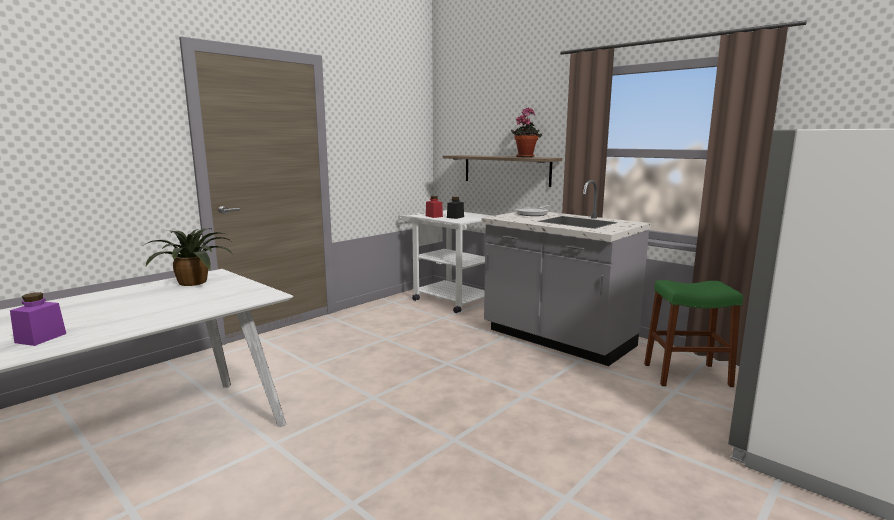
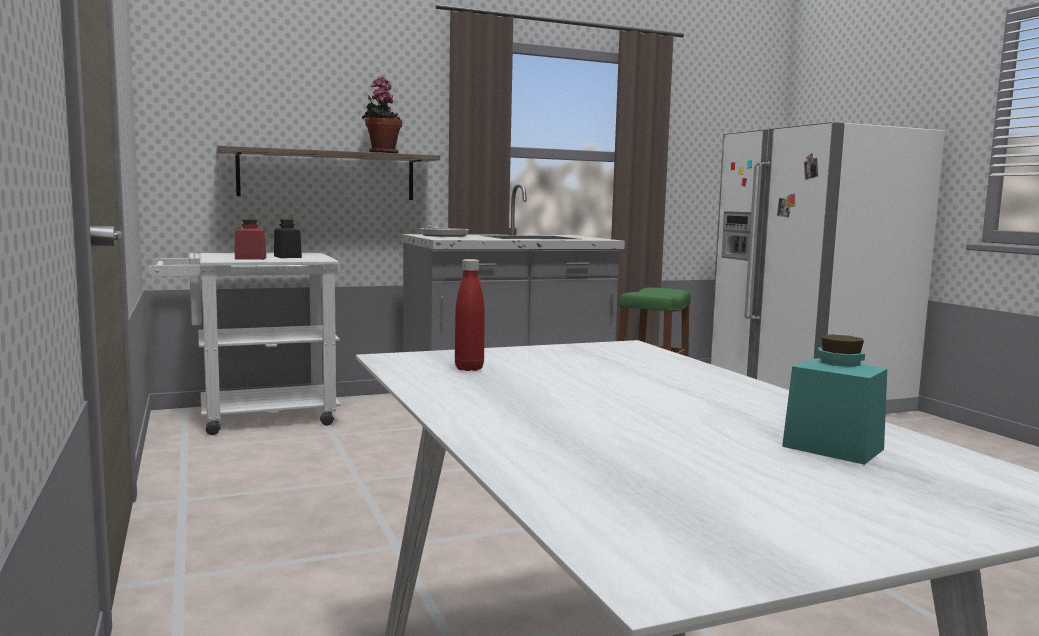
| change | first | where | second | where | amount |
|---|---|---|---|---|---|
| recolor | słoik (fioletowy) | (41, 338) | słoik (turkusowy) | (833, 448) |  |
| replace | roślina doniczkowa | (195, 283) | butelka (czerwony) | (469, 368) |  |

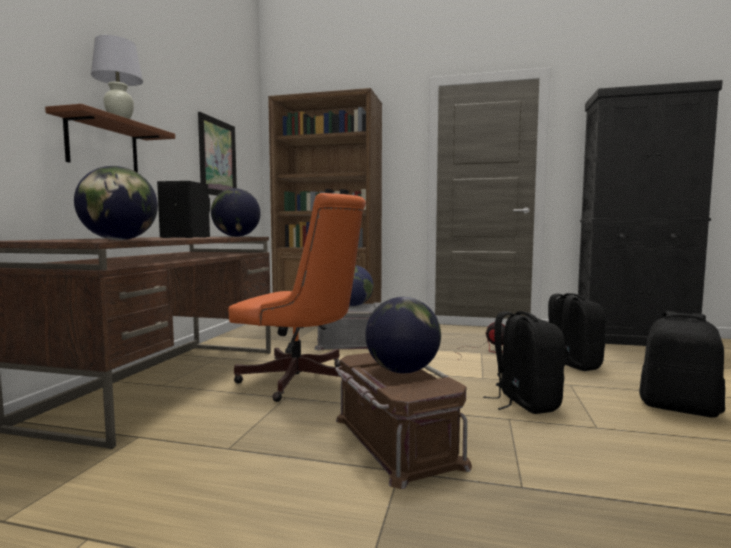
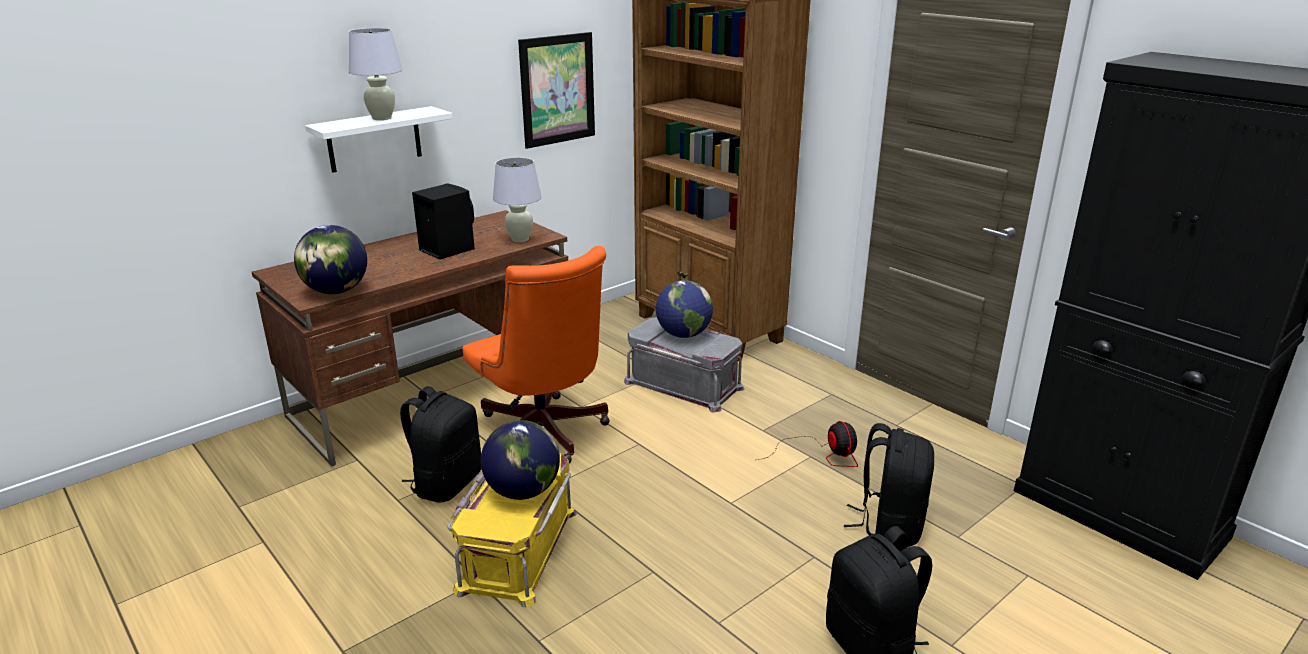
| change | first | where | second | where | amount |
|---|---|---|---|---|---|
| recolor | półka (brązowy) | (103, 145) | półka (biały) | (374, 139) |  |
| replace | globus | (236, 236) | lampa stołowa (biały) | (520, 239) |  |
| recolor | pojemnik do przechowywania (brązowy) | (394, 441) | pojemnik do przechowywania (żółty) | (516, 549) |  |
| move | plecak (czarny) | (524, 403) |  | (446, 483) |  |

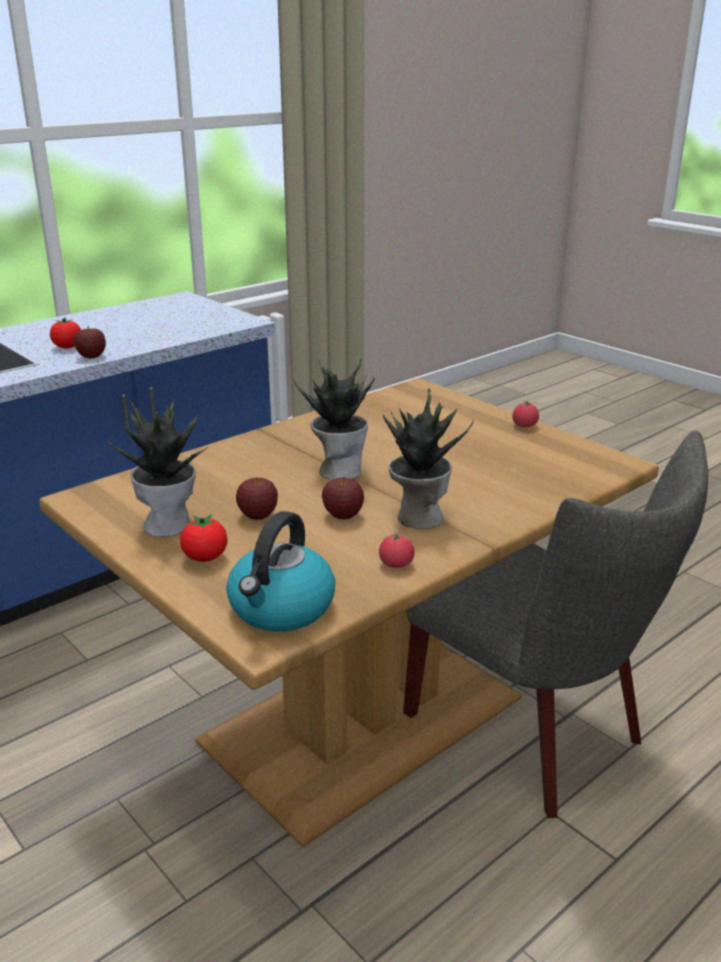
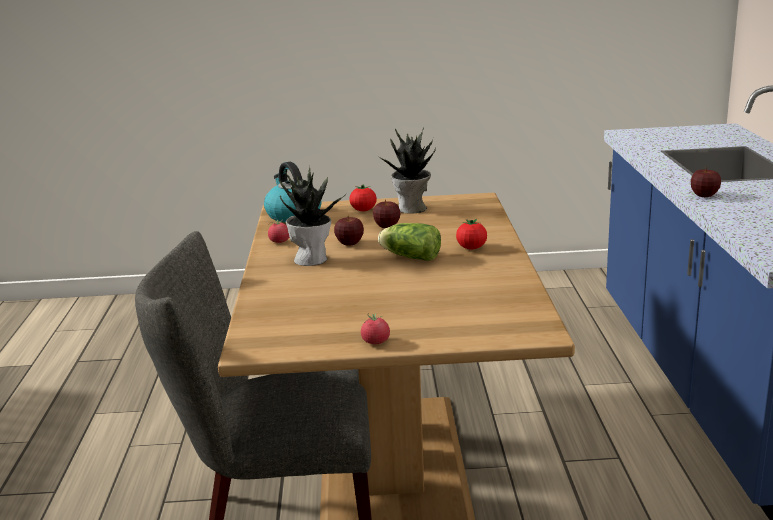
| change | first | where | second | where | amount |
|---|---|---|---|---|---|
| move | pomidor | (67, 347) |  | (471, 248) |  |
| replace | roślina doniczkowa | (339, 470) | sałata | (409, 256) |  |

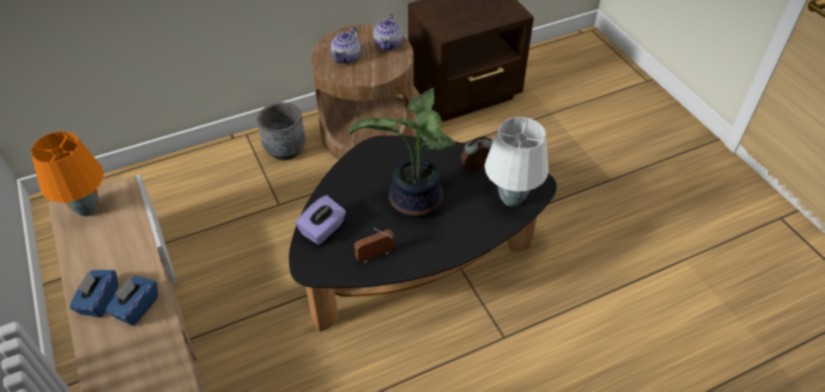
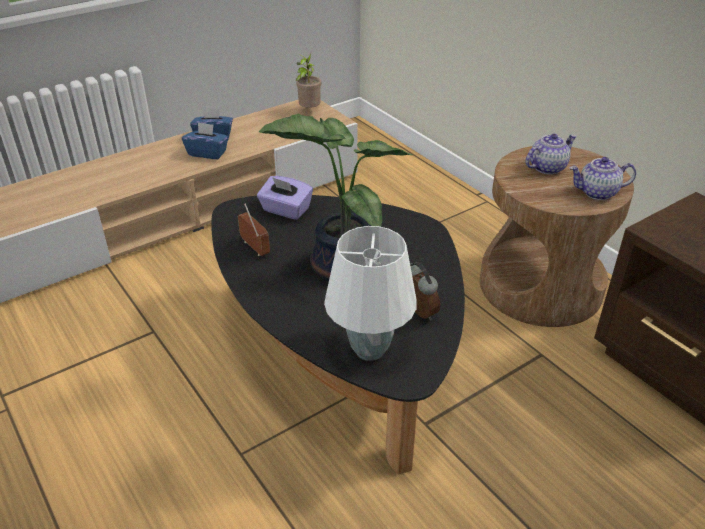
| change | first | where | second | where | amount |
|---|---|---|---|---|---|
| replace | lampa stołowa (pomarańczowy) | (86, 209) | roślina doniczkowa | (309, 110) |  |
| delete | donica (szary) | (285, 150) |  |  |  |
| rotate | imbryk | (346, 58) |  | (547, 167) | 135 degrees clockwise |

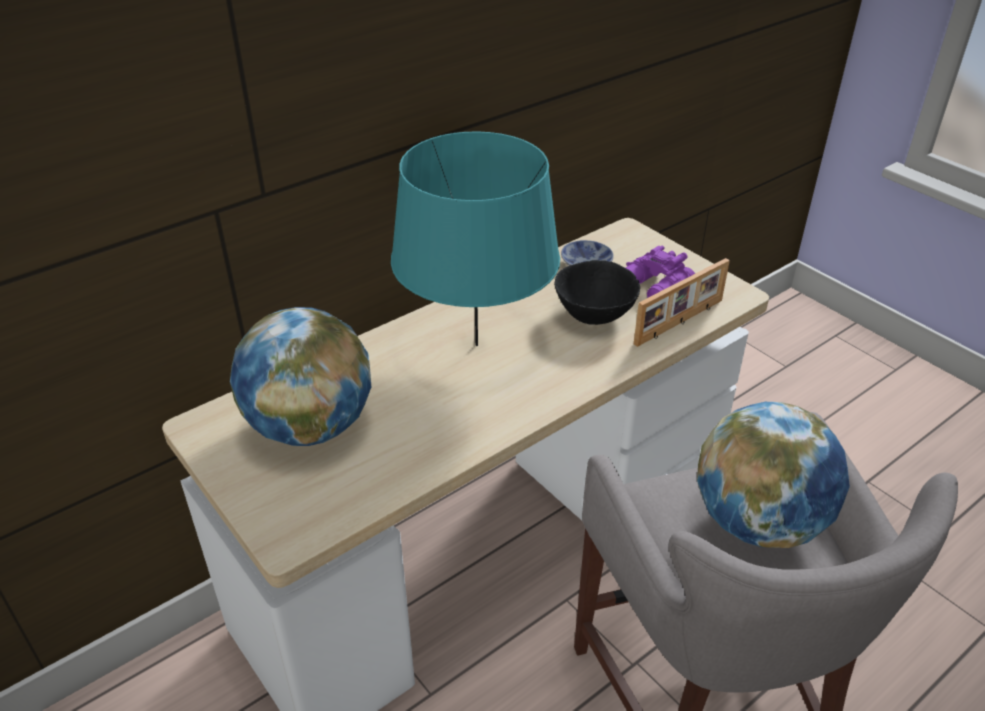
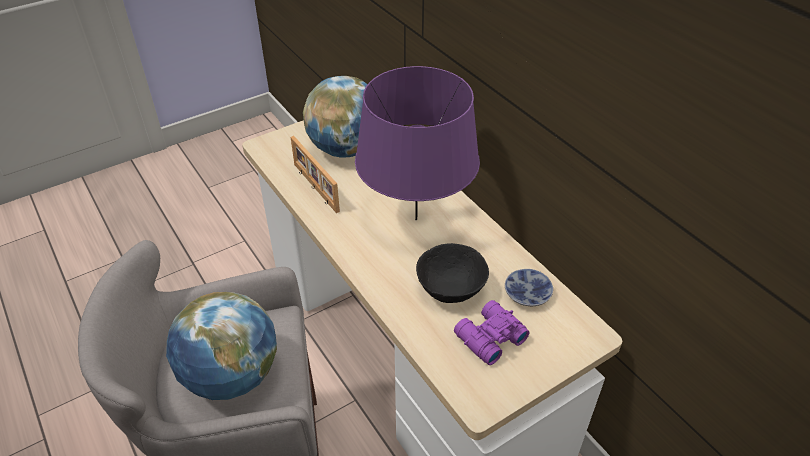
| change | first | where | second | where | amount |
|---|---|---|---|---|---|
| recolor | lampa stołowa (turkusowy) | (475, 345) | lampa stołowa (fioletowy) | (416, 219) |  |
| move | ramka na zdjęcie | (680, 322) |  | (314, 188) |  |

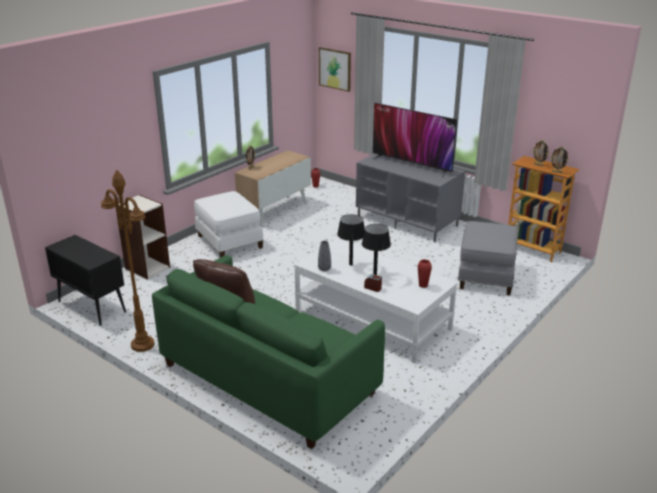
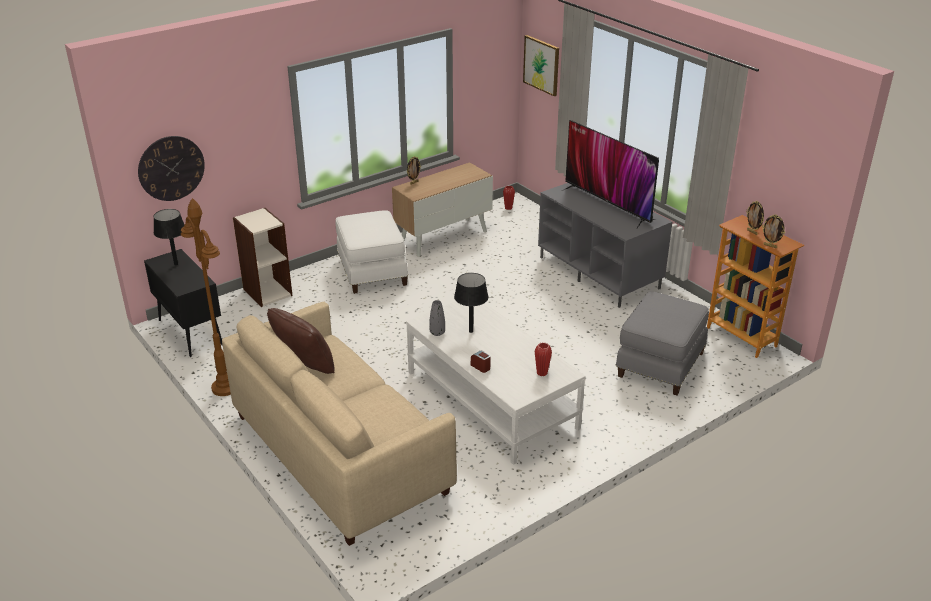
| change | first | where | second | where | amount |
|---|---|---|---|---|---|
| recolor | kanapa (zielony) | (267, 379) | kanapa (beżowy) | (339, 453) |  |
| move | lampa stołowa (czarny) | (375, 275) |  | (176, 264) |  |
| insert |  |  | zegar ścienny | (171, 168) |  |

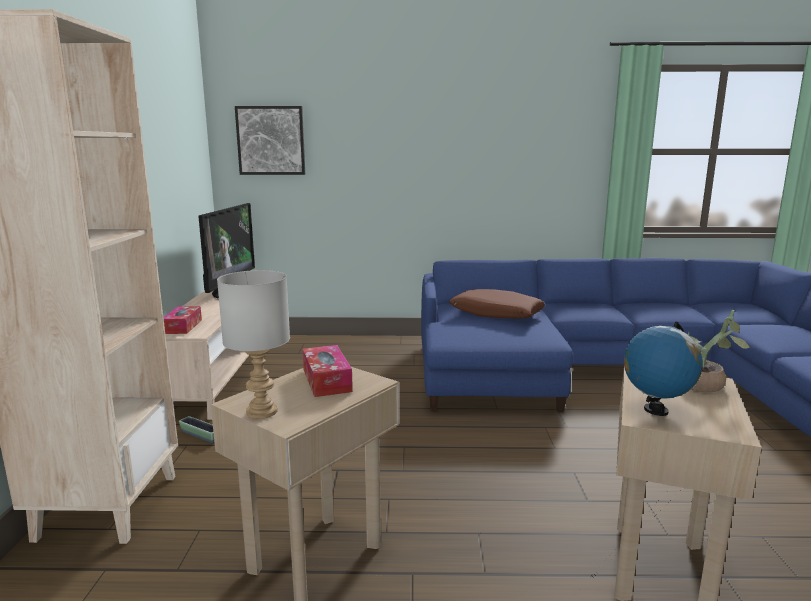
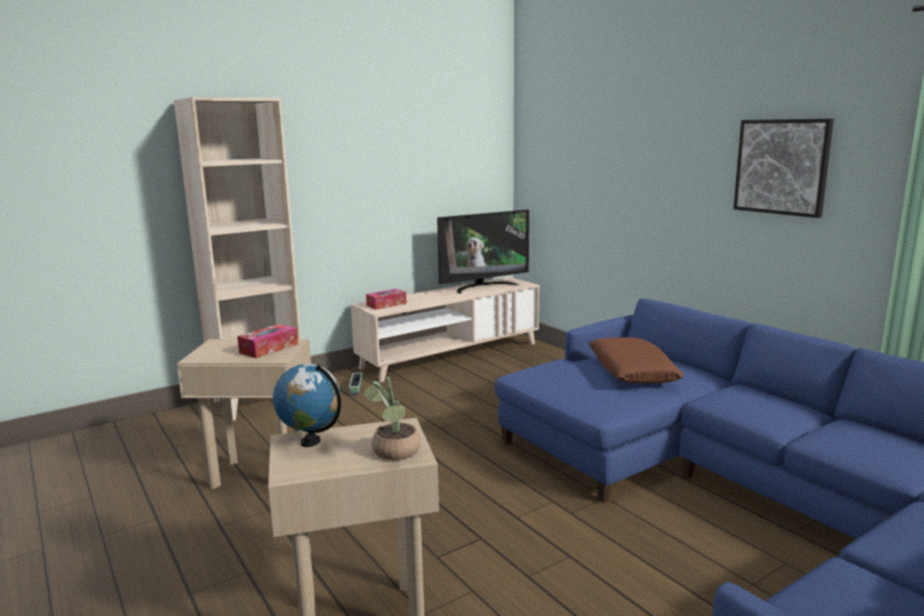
| change | first | where | second | where | amount |
|---|---|---|---|---|---|
| delete | lampa stołowa (szary) | (261, 412) |  |  |  |
| move | obraz | (271, 140) |  | (782, 167) |  |

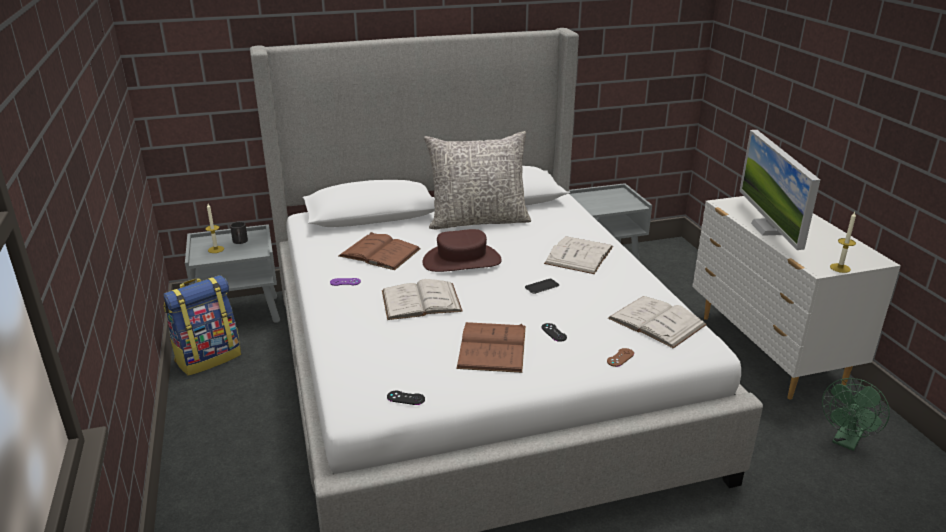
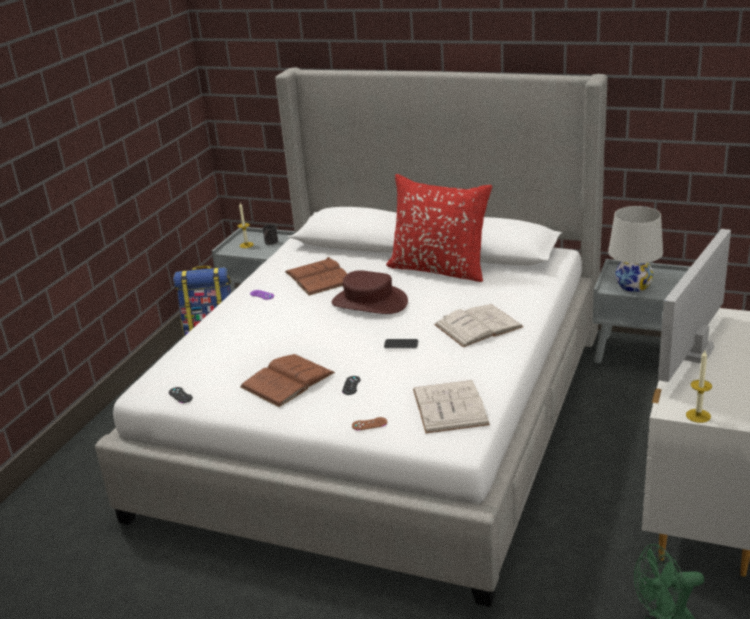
| change | first | where | second | where | amount |
|---|---|---|---|---|---|
| delete | książka (biały) | (421, 301) |  |  |  |
| recolor | poduszka (szary) | (478, 220) | poduszka (czerwony) | (439, 269) |  |
| insert |  |  | lampa stołowa (biały) | (633, 285) |  |

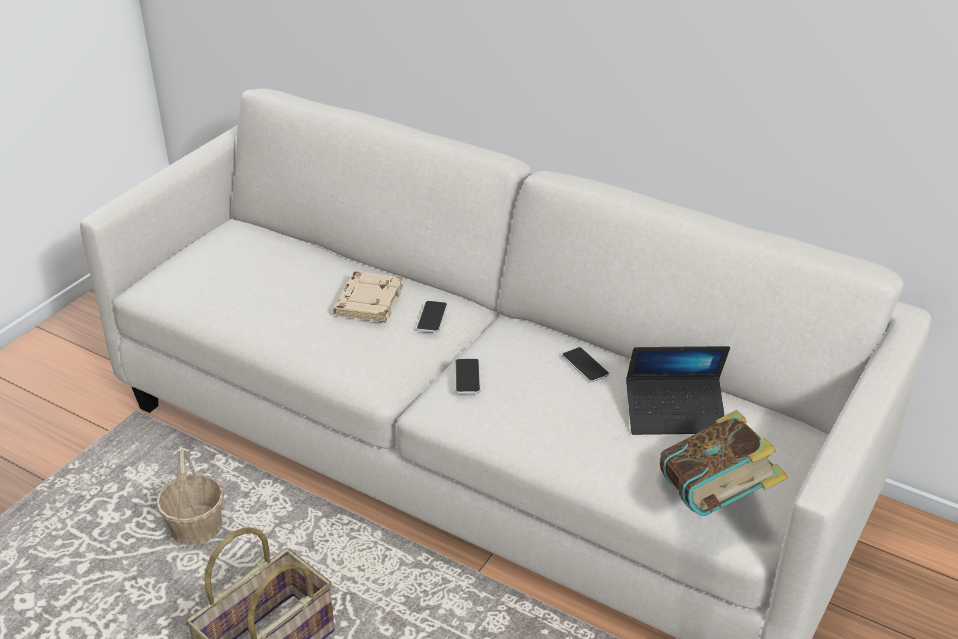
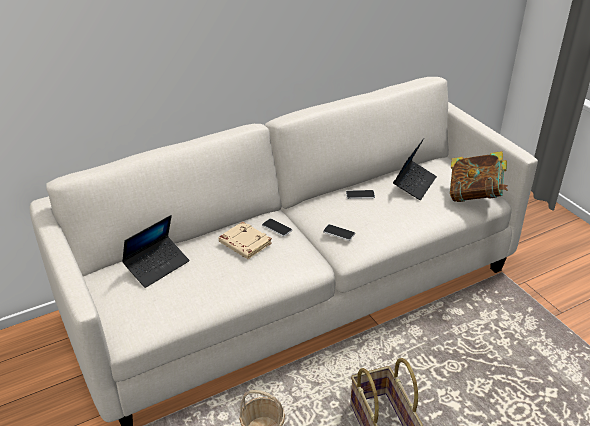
| change | first | where | second | where | amount |
|---|---|---|---|---|---|
| insert |  |  | laptop | (157, 266) |  |

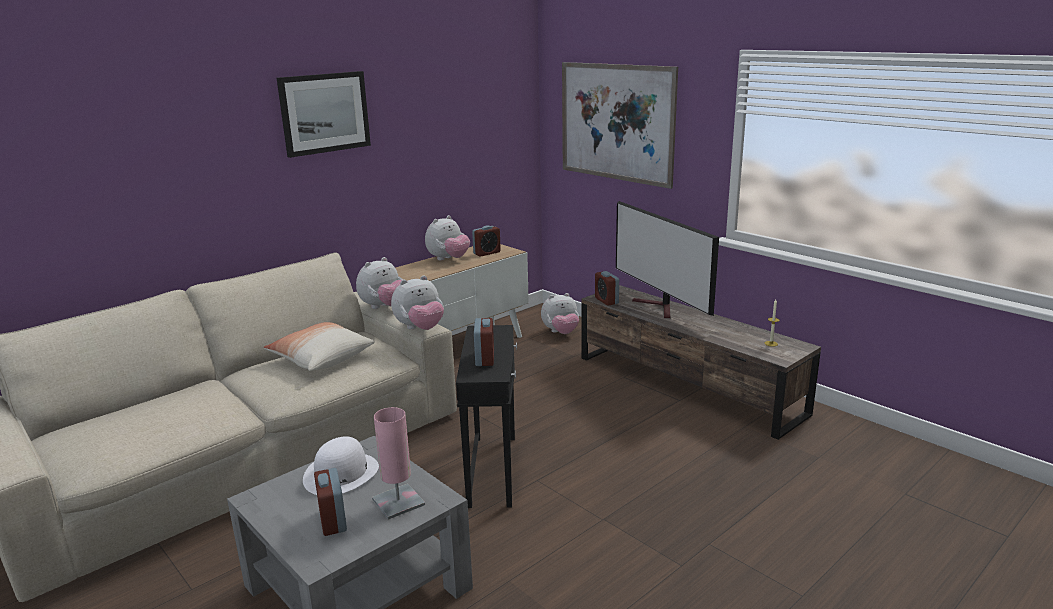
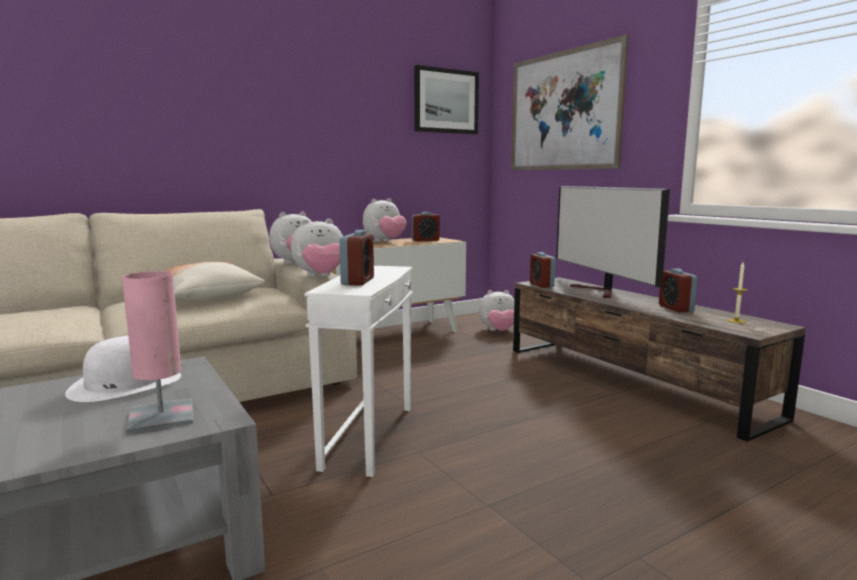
| change | first | where | second | where | amount |
|---|---|---|---|---|---|
| move | obraz | (324, 113) |  | (446, 101) |  |
| move | budzik | (333, 521) |  | (675, 308) |  |
| recolor | stolik (czarny) | (493, 470) | stolik (biały) | (370, 436) |  |

